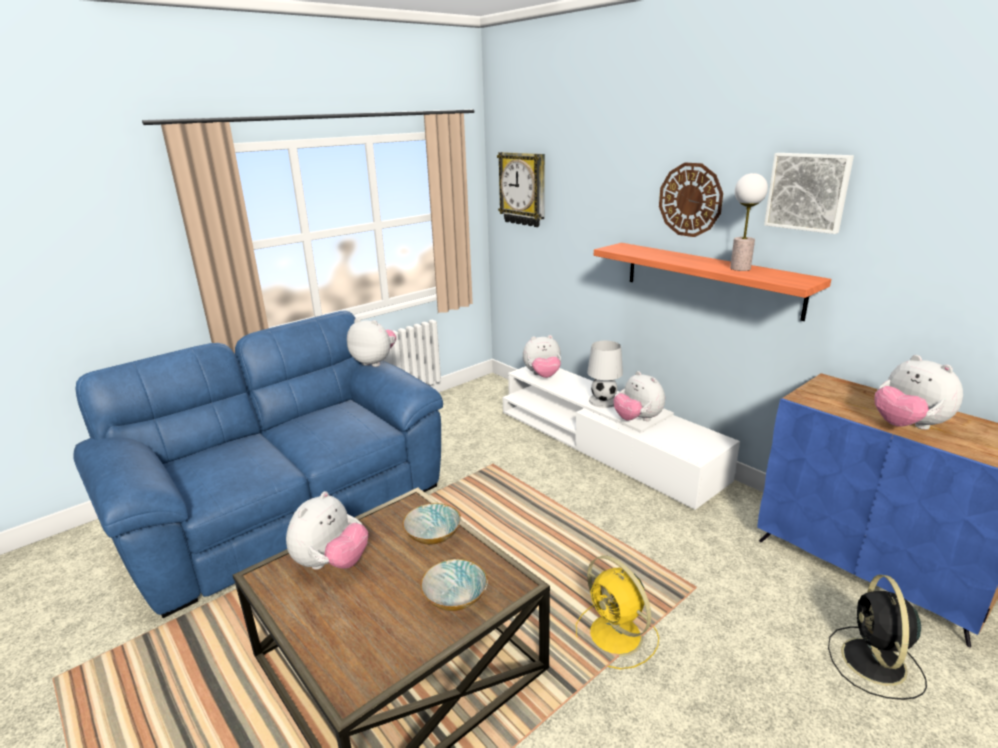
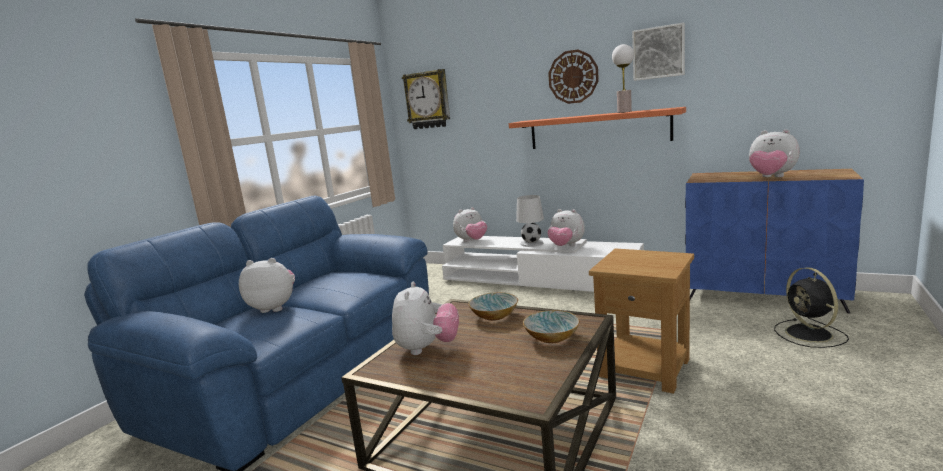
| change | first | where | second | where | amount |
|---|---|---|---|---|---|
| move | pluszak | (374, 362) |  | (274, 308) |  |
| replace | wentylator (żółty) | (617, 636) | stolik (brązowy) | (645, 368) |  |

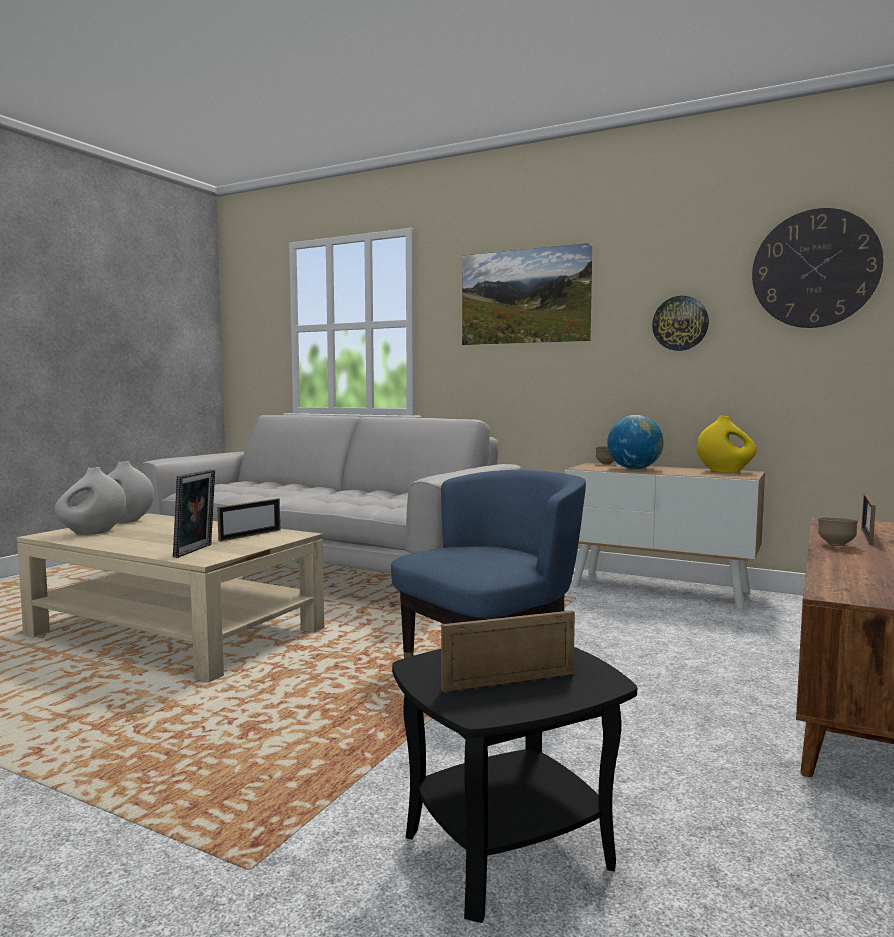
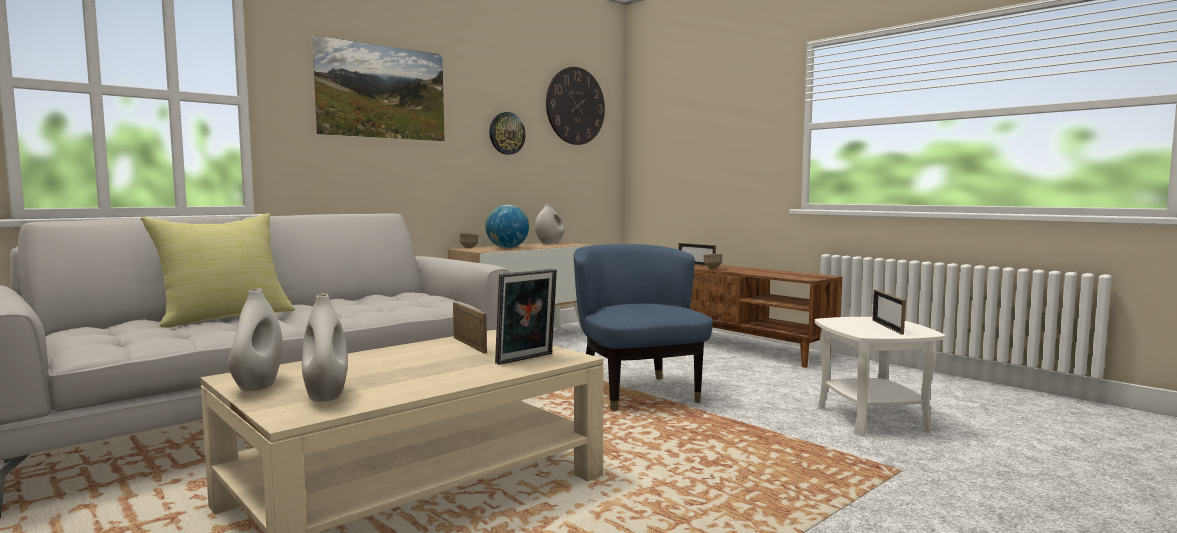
| change | first | where | second | where | amount |
|---|---|---|---|---|---|
| rotate | ramka na zdjęcie | (196, 551) |  | (527, 359) | 105 degrees clockwise |
| recolor | stolik (czarny) | (507, 849) | stolik (biały) | (872, 419) |  |
| recolor | wazon (żółty) | (725, 471) | wazon (biały) | (550, 243) |  |
| insert |  |  | poduszka (żółty) | (225, 317) |  |

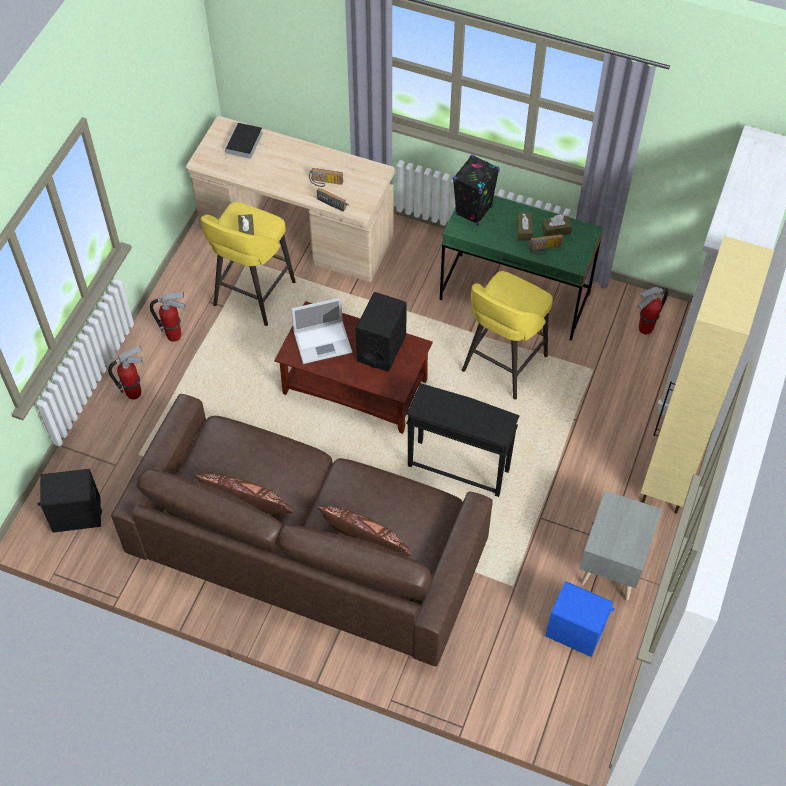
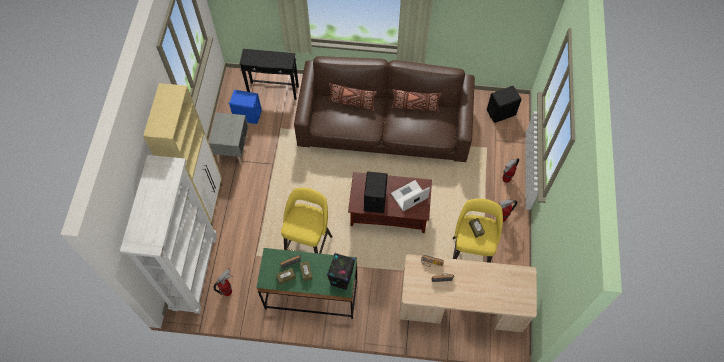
| change | first | where | second | where | amount |
|---|---|---|---|---|---|
| delete | książka | (244, 144) |  |  |  |
| move | stolik (czarny) | (458, 467) |  | (273, 91) |  |

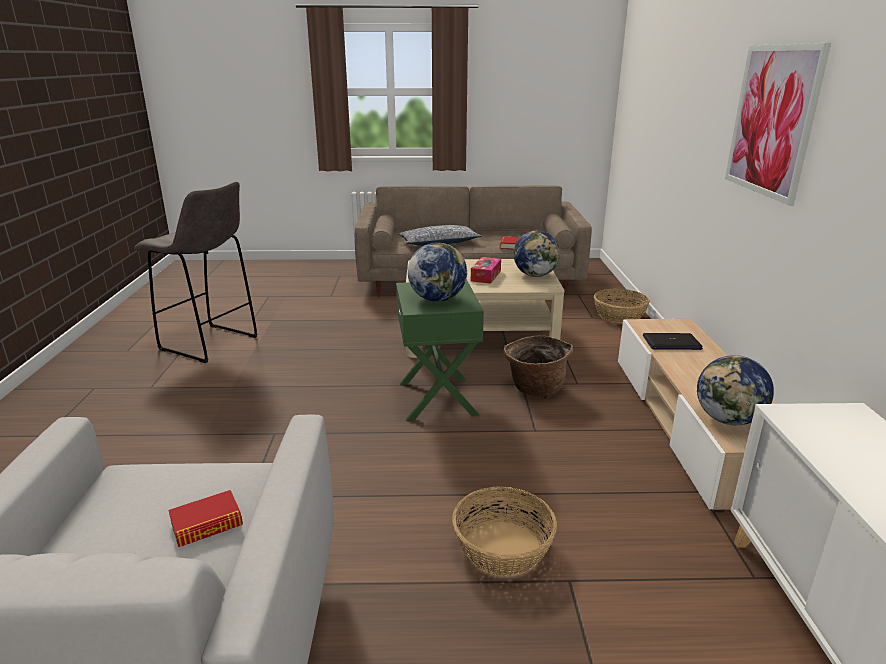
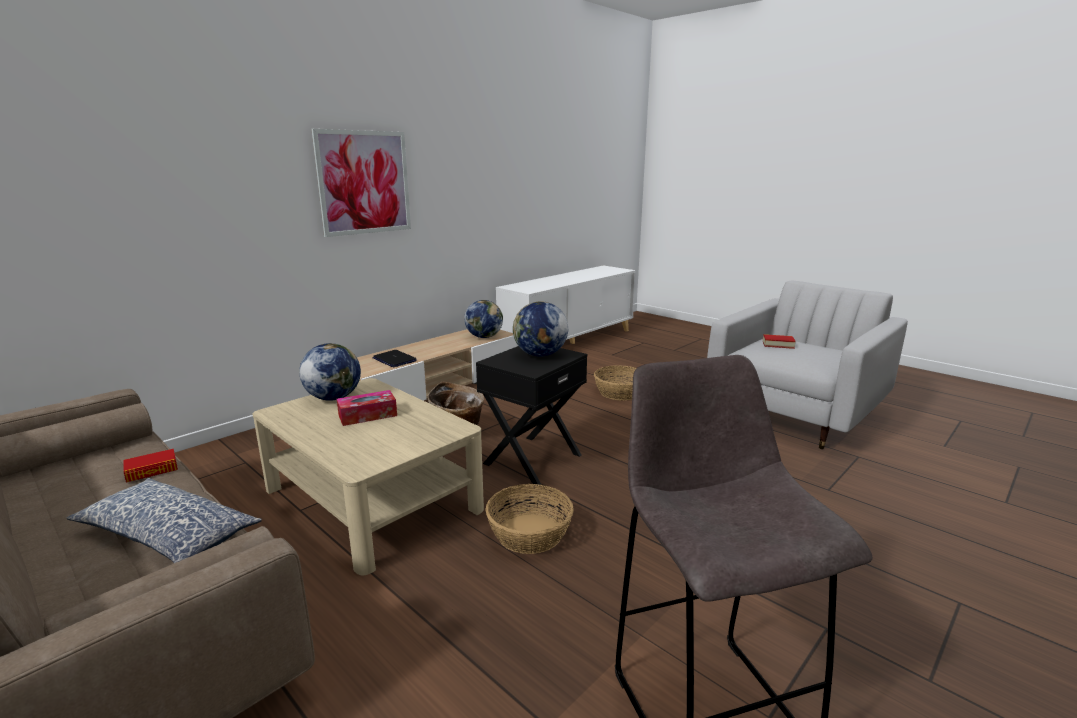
| change | first | where | second | where | amount |
|---|---|---|---|---|---|
| recolor | stolik (zielony) | (439, 398) | stolik (czarny) | (532, 459) |  |
| move | koszyk | (619, 316) |  | (529, 534) |  |

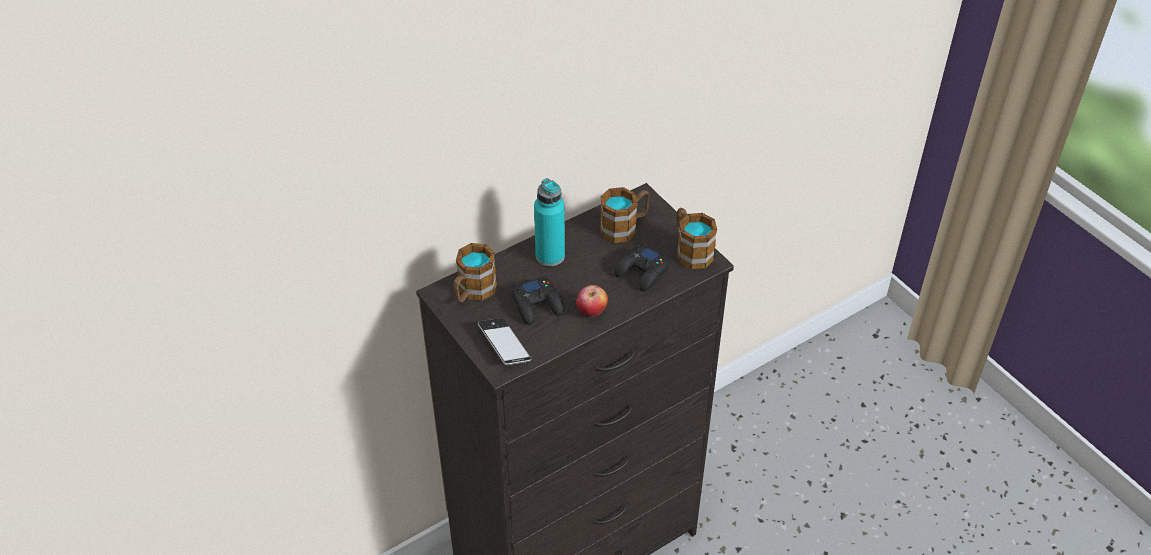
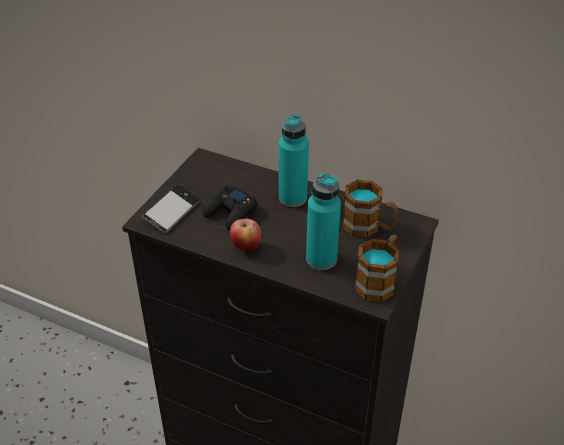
| change | first | where | second | where | amount |
|---|---|---|---|---|---|
| delete | kubek | (473, 292) |  |  |  |
| replace | pad do gier (czarny) | (642, 272) | butelka (turkusowy) | (321, 259) |  |

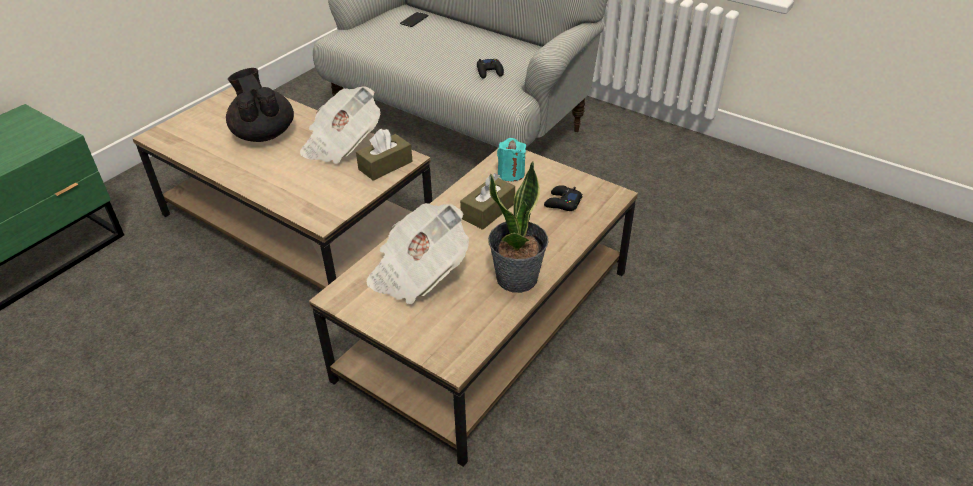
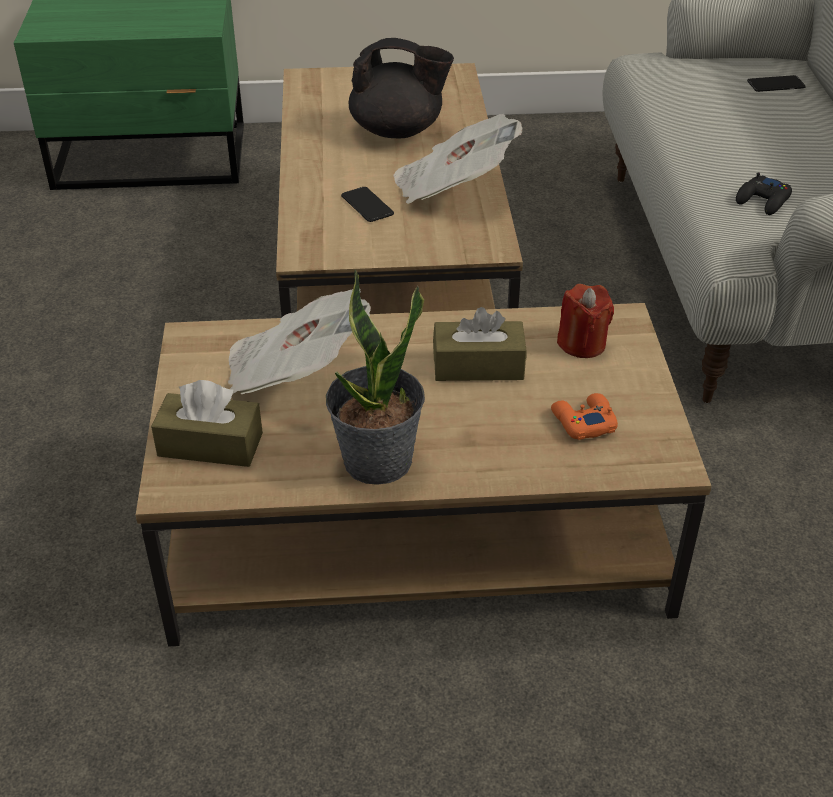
| change | first | where | second | where | amount |
|---|---|---|---|---|---|
| rotate | imbryk (czarny) | (264, 134) |  | (398, 131) | 75 degrees clockwise |
| move | pudełko chusteczek (brązowy) | (385, 165) |  | (210, 445) |  |
| recolor | świeca (turkusowy) | (511, 174) | świeca (czerwony) | (582, 343) |  |
| recolor | pad do gier (czarny) | (562, 203) | pad do gier (pomarańczowy) | (583, 422) |  |
| insert |  |  | telefon | (367, 205) |  |

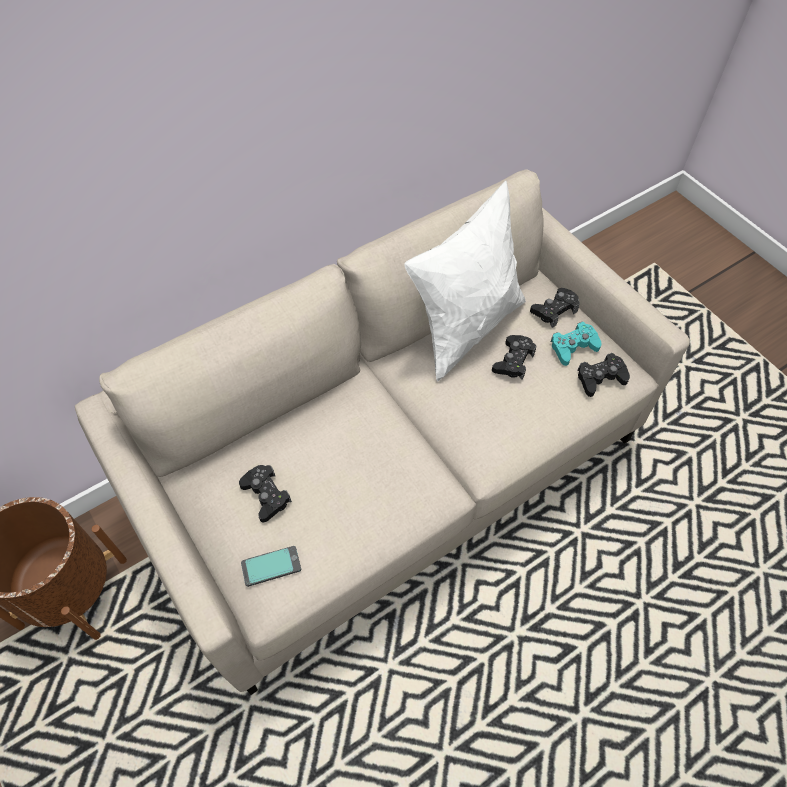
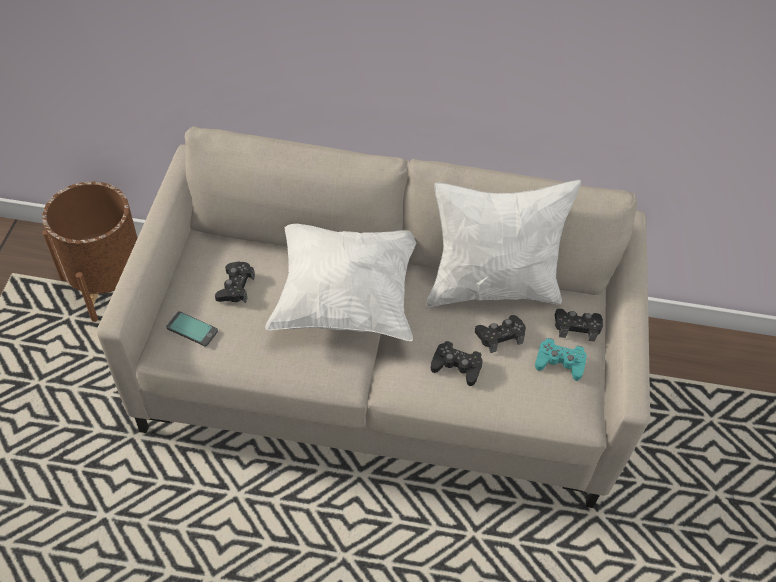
| change | first | where | second | where | amount |
|---|---|---|---|---|---|
| move | pad do gier (czarny) | (600, 378) |  | (456, 366) |  |
| insert |  |  | poduszka (biały) | (345, 298) |  |

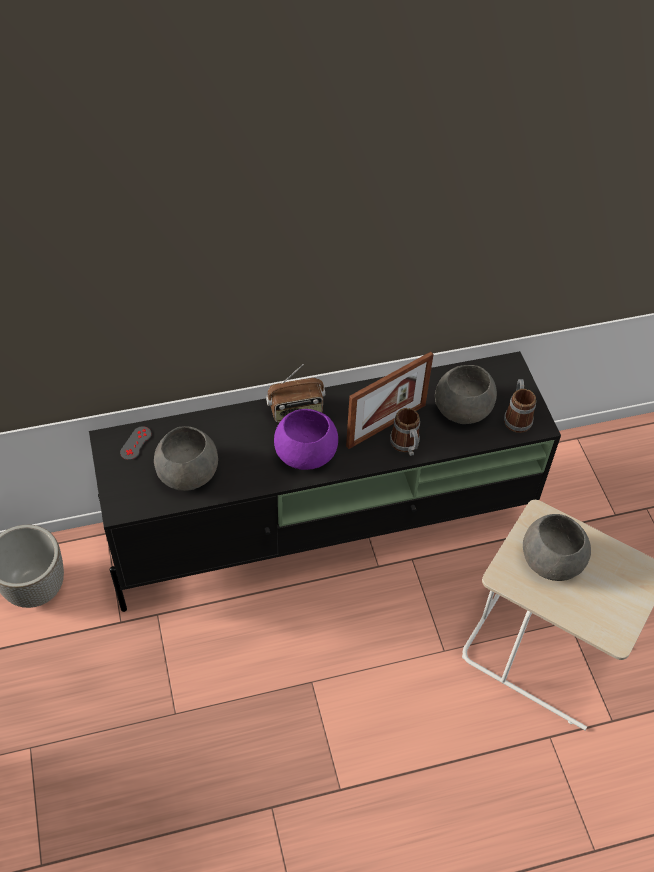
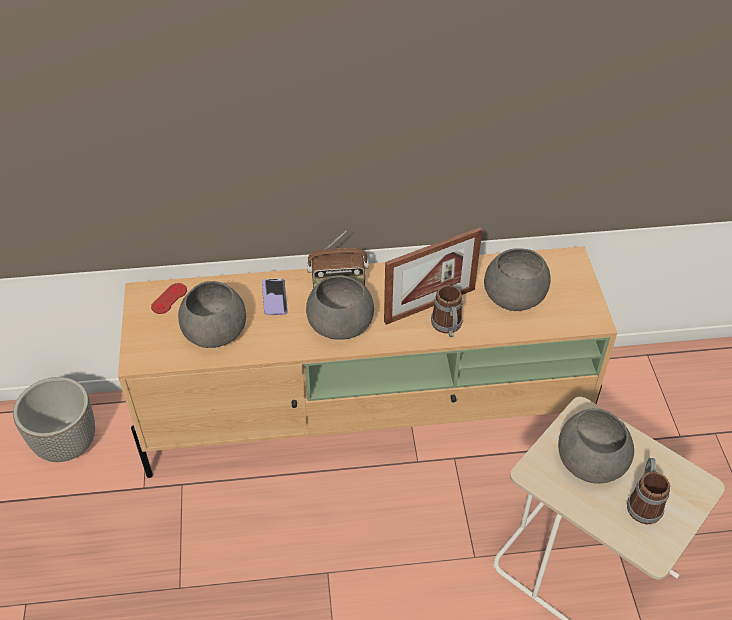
| change | first | where | second | where | amount |
|---|---|---|---|---|---|
| recolor | szafka pod telewizor (czarny) | (325, 529) | szafka pod telewizor (beżowy) | (368, 419) |  |
| recolor | pad do gier (szary) | (136, 443) | pad do gier (czerwony) | (169, 298) |  |
| recolor | miska (fioletowy) | (307, 453) | miska (szary) | (342, 324) |  |
| move | kubek | (517, 416) |  | (643, 502) |  |
| insert |  |  | telefon | (274, 298) |  |

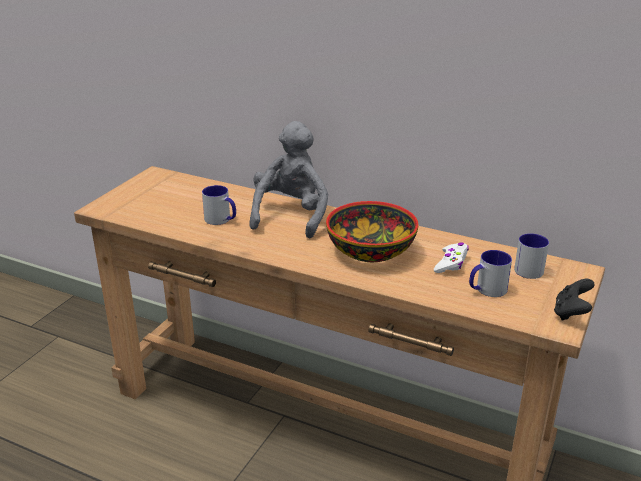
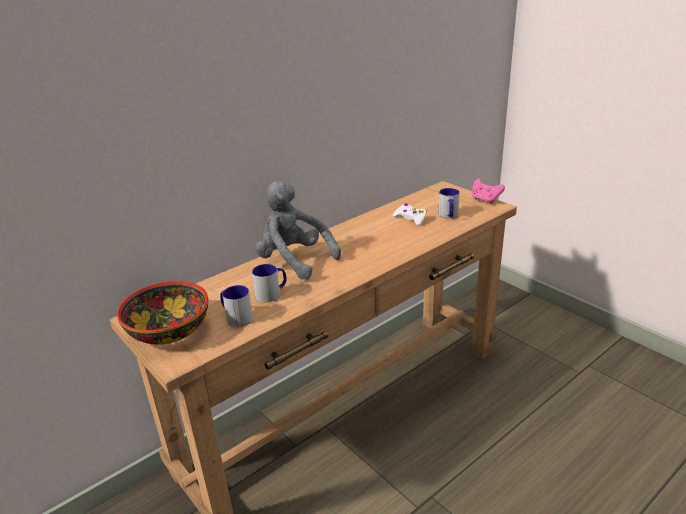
| change | first | where | second | where | amount |
|---|---|---|---|---|---|
| move | miska | (369, 251) |  | (168, 331) |  |
| move | kubek | (529, 268) |  | (236, 316) |  |
| recolor | pad do gier (czarny) | (571, 313) | pad do gier (różowy) | (485, 200) |  |

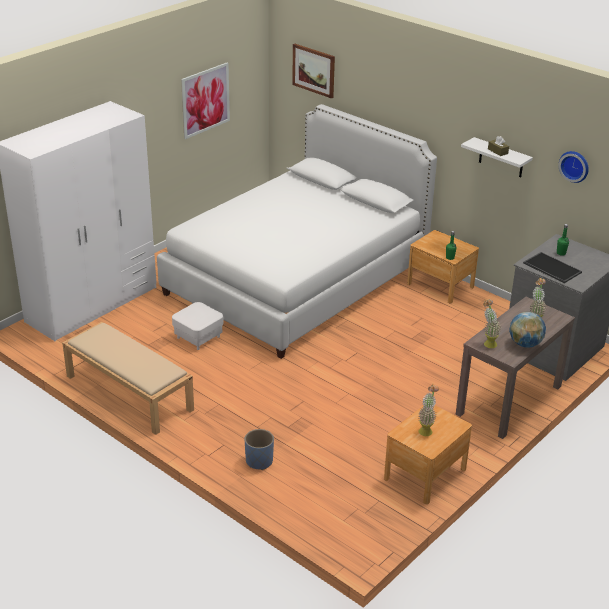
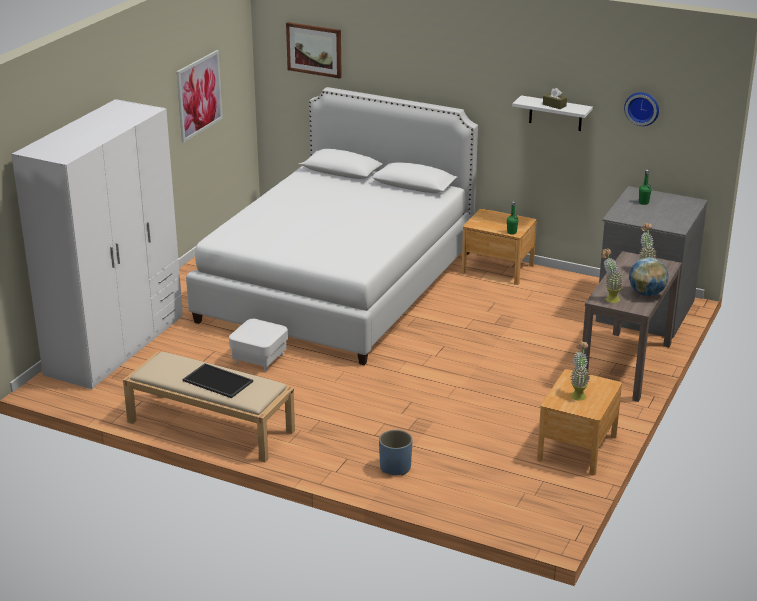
| change | first | where | second | where | amount |
|---|---|---|---|---|---|
| move | taca | (551, 268) |  | (216, 381) |  |

